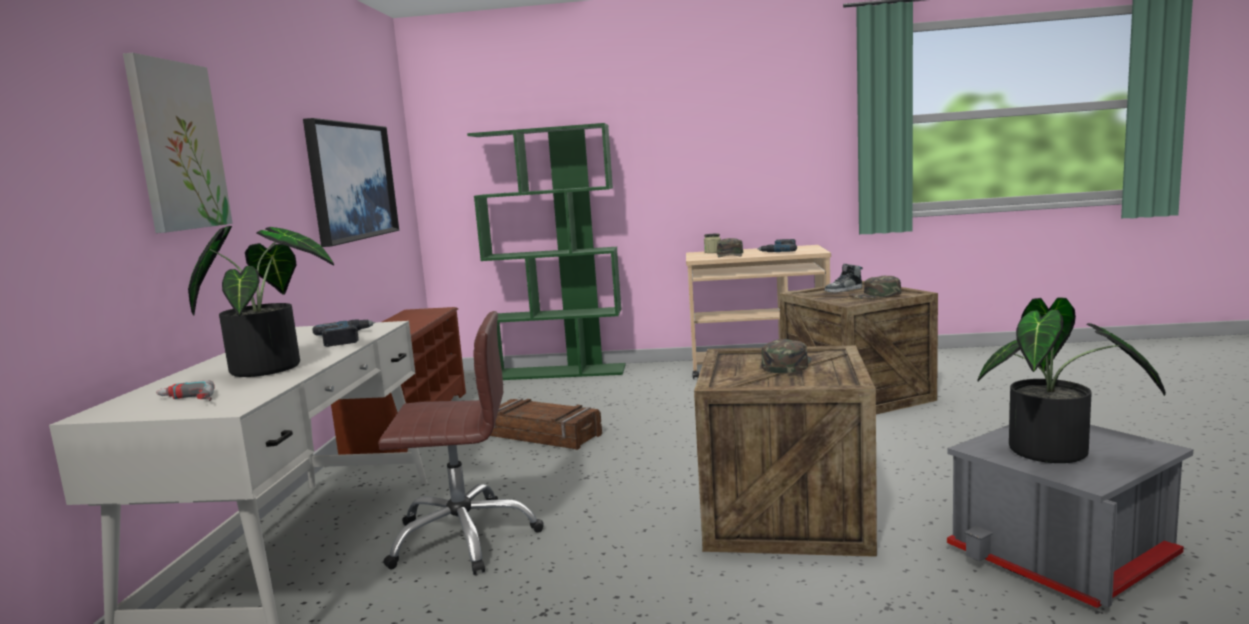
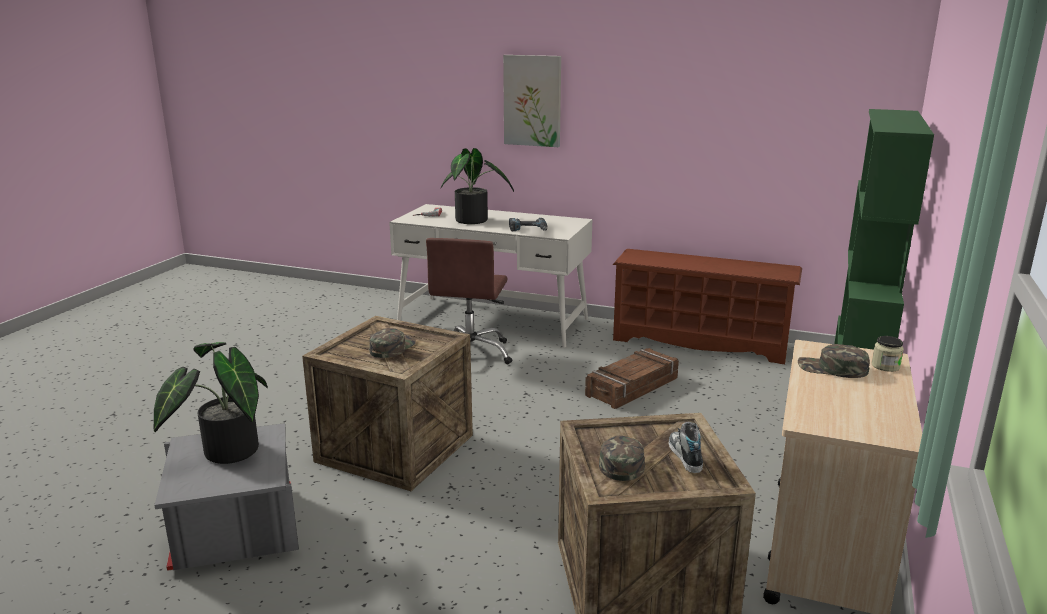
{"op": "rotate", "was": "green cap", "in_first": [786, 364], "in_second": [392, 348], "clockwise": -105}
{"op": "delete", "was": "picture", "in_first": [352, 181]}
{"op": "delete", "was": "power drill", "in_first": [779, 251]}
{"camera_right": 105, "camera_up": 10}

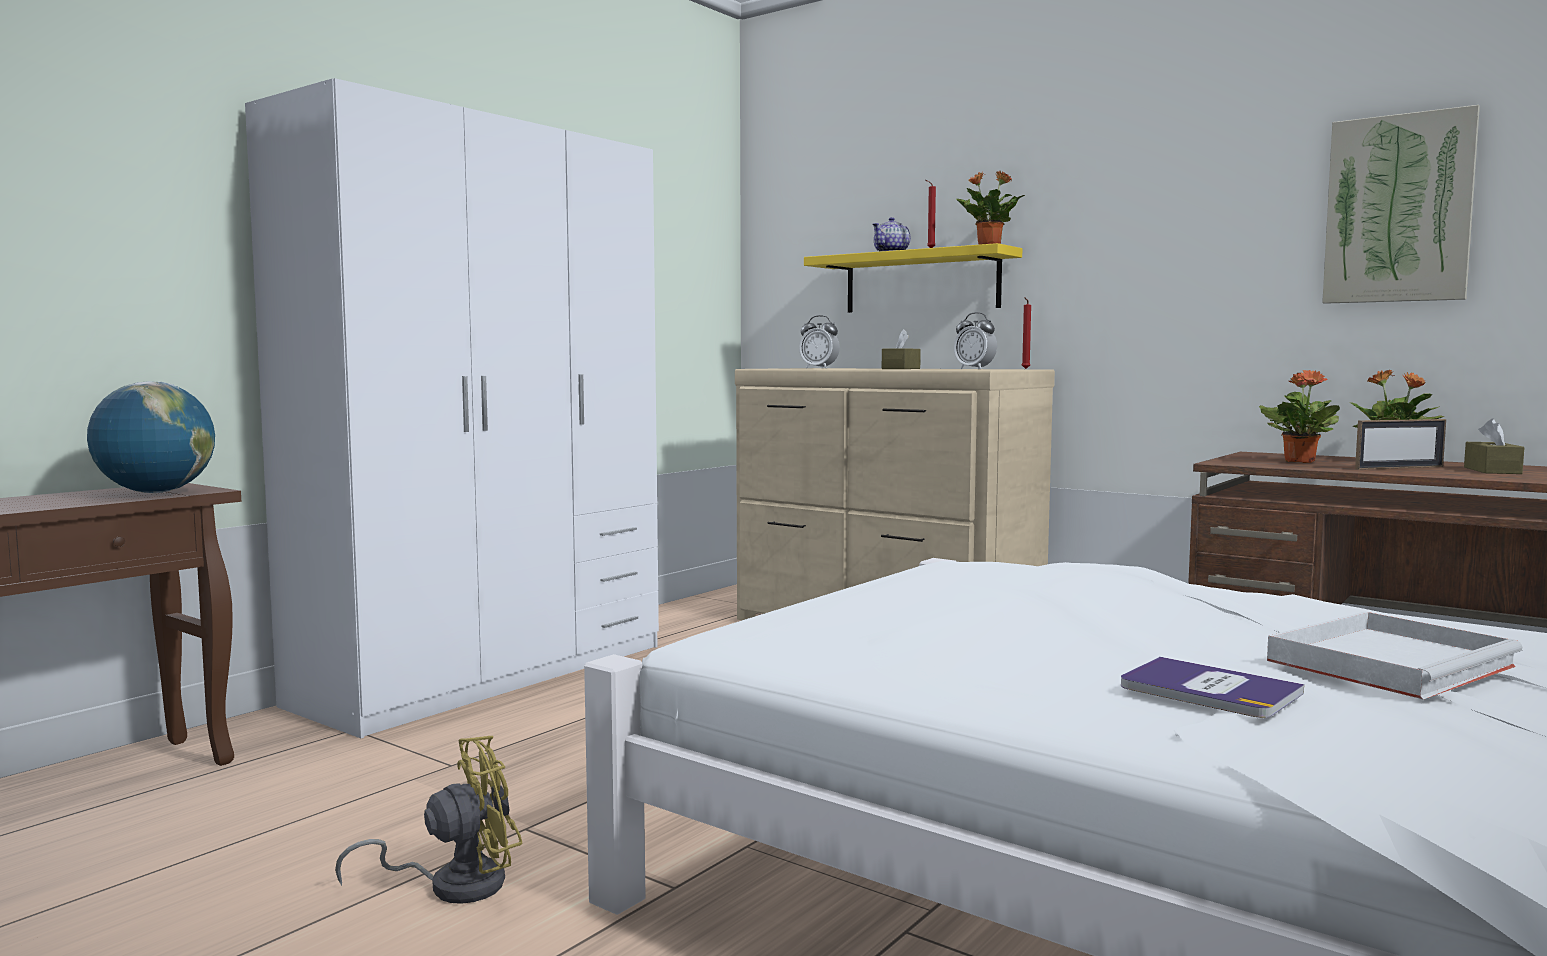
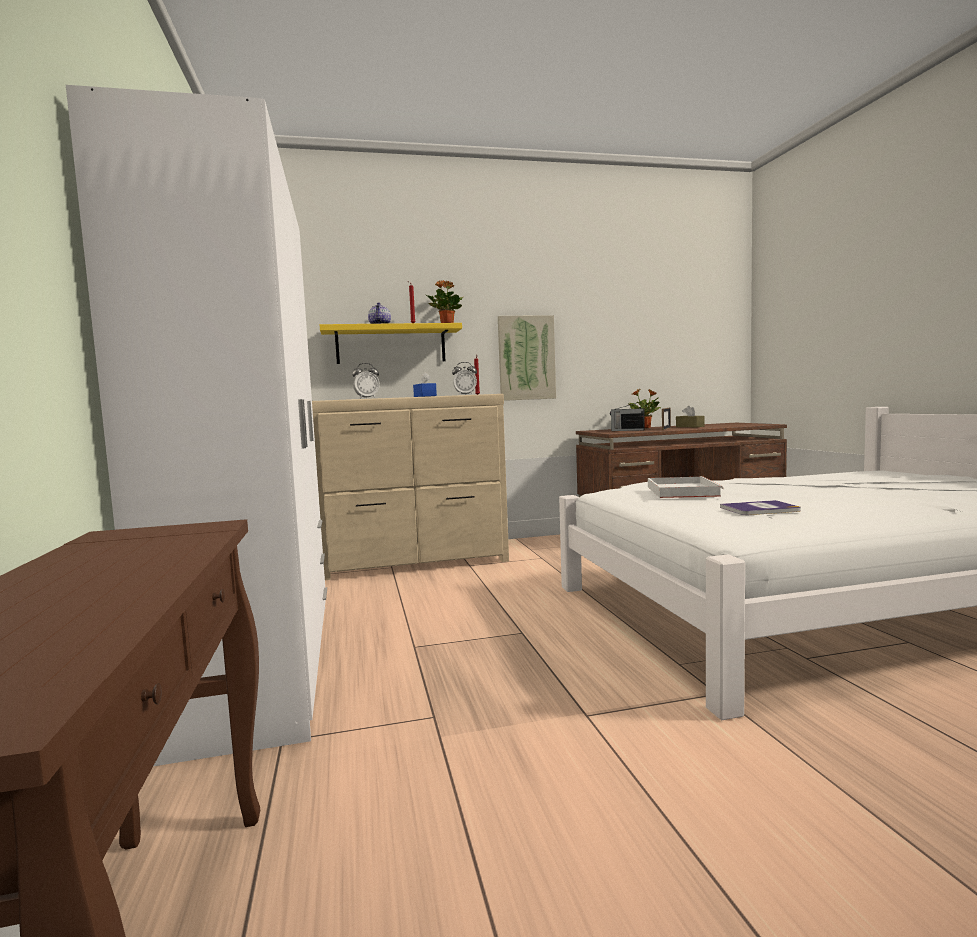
{"op": "recolor", "was": "brown tissue box", "now": "blue tissue box", "in_first": [901, 369], "in_second": [425, 396]}
{"op": "move", "was": "picture", "in_first": [1398, 209], "in_second": [526, 358]}
{"op": "replace", "was": "potted plant", "now": "radio", "in_first": [1299, 461], "in_second": [627, 430]}
{"op": "move", "was": "white tray", "in_first": [1390, 662], "in_second": [681, 491]}
{"op": "move", "was": "book", "in_first": [1208, 690], "in_second": [760, 509]}
{"op": "delete", "was": "globe", "in_first": [156, 493]}
{"op": "delete", "was": "yellow fan", "in_first": [454, 884]}
{"camera_right": -50, "camera_up": 0}

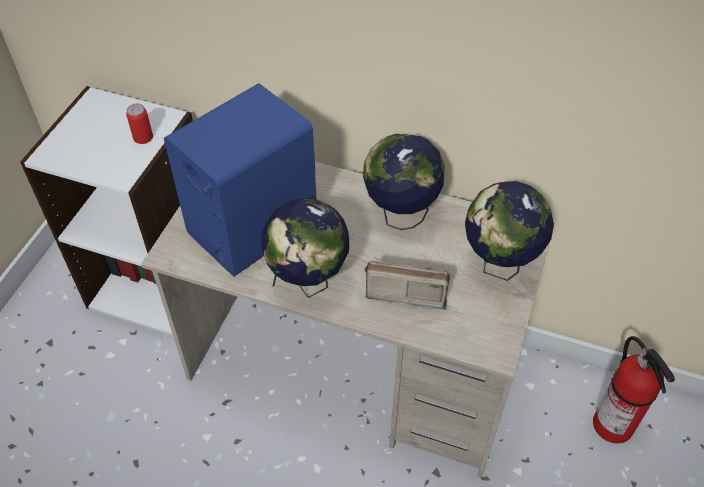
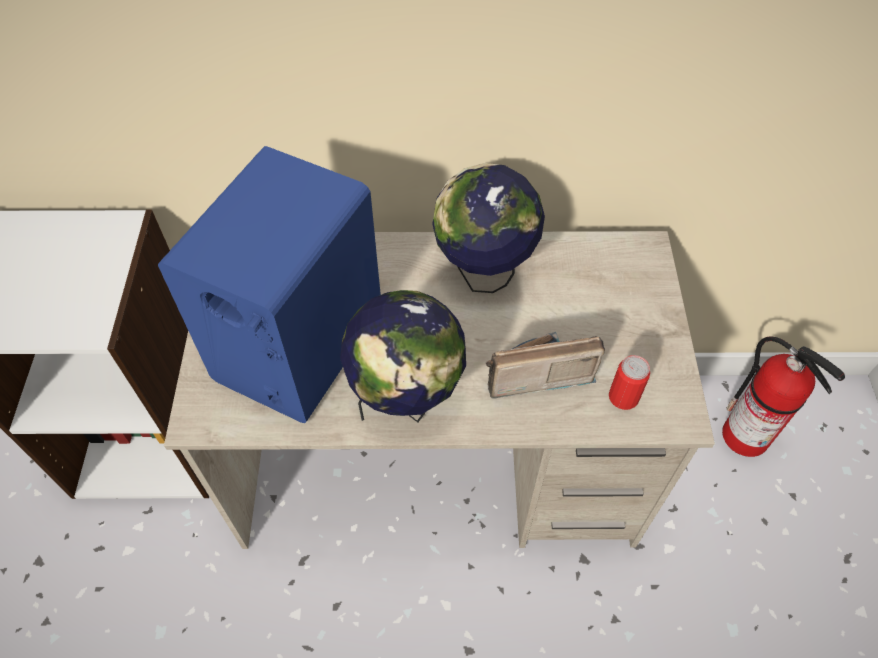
{"op": "move", "was": "can", "in_first": [143, 138], "in_second": [623, 397]}
{"op": "delete", "was": "globe", "in_first": [499, 265]}
{"camera_right": -20, "camera_up": 5}

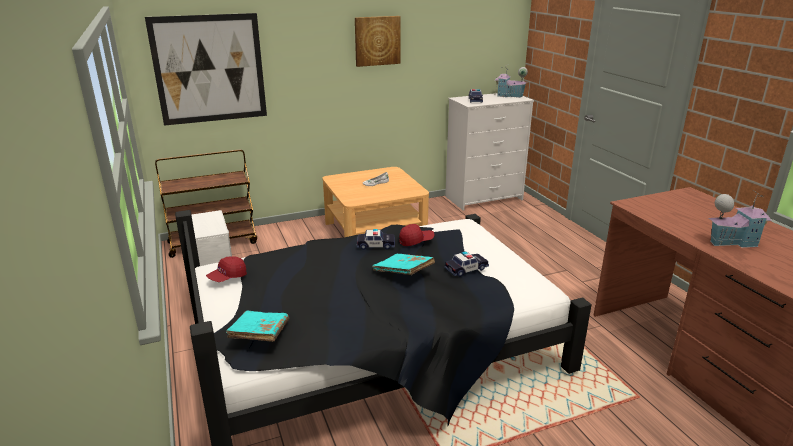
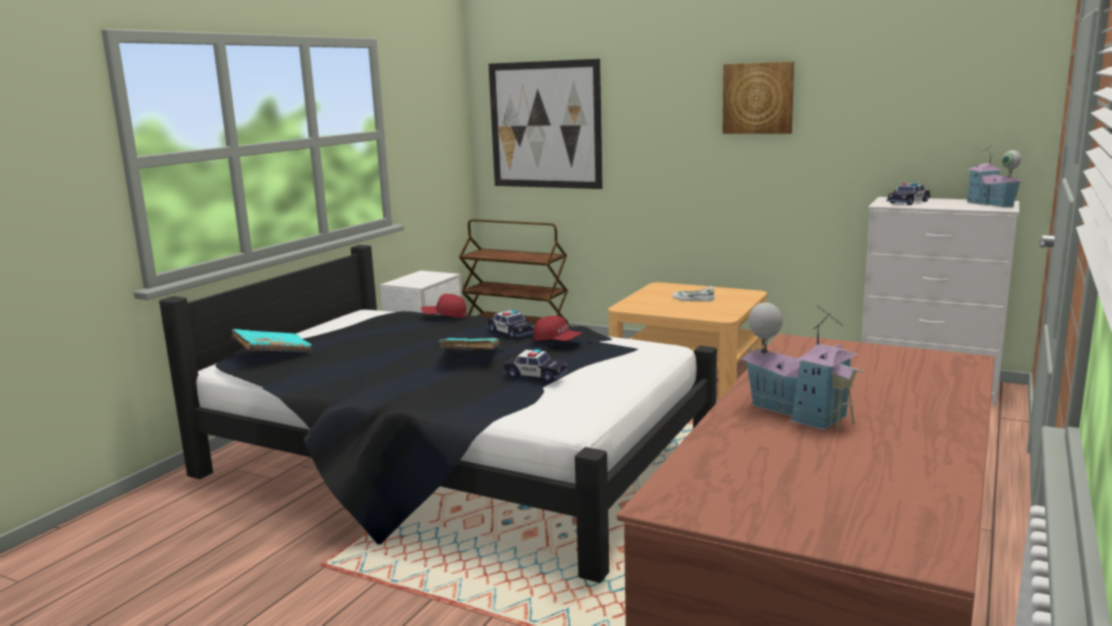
{"op": "move", "was": "red cap", "in_first": [227, 277], "in_second": [444, 316]}
{"camera_right": 50, "camera_up": -10}

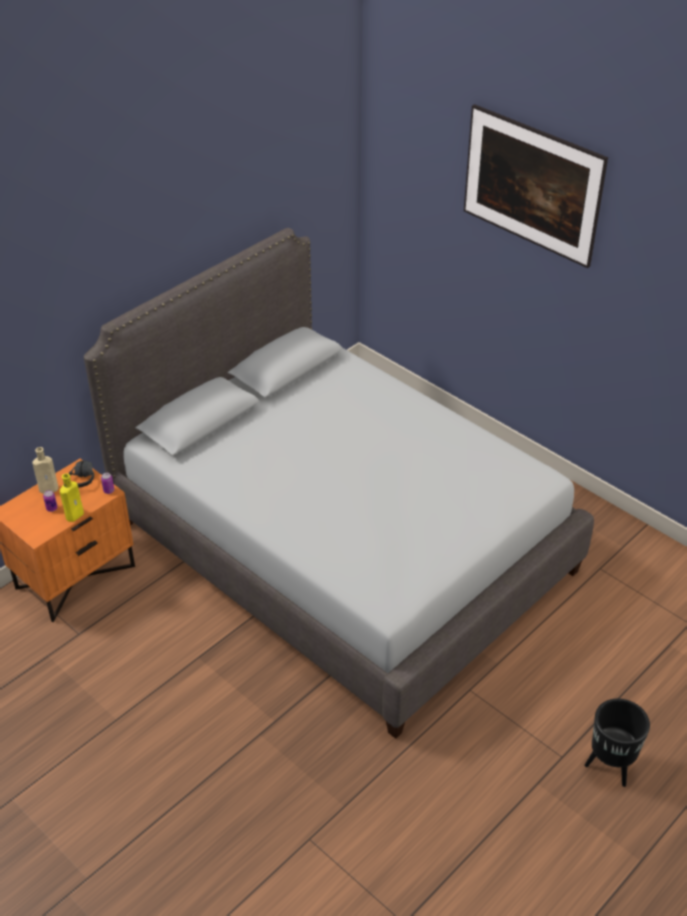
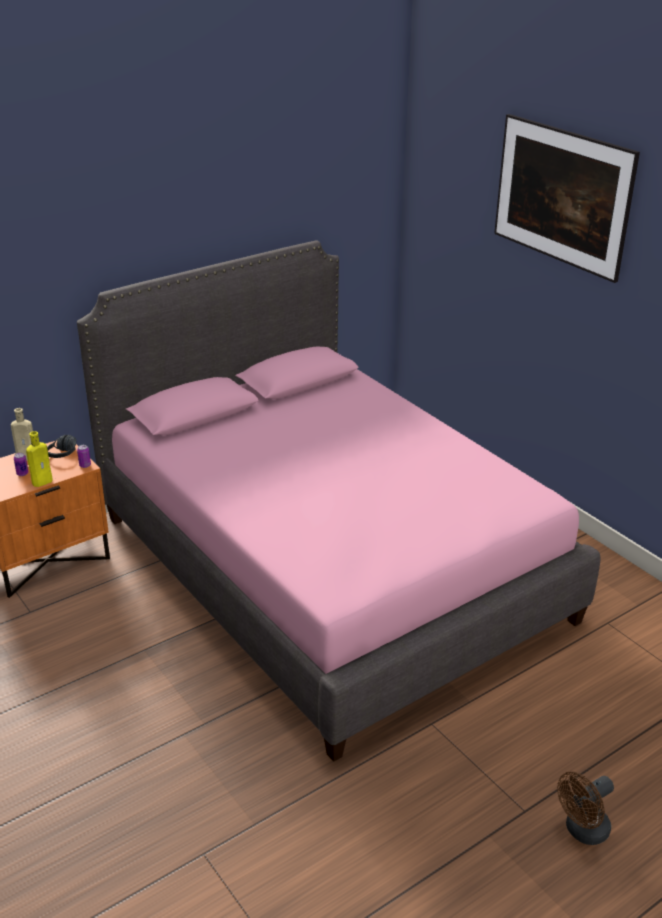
{"op": "recolor", "was": "grey bed", "now": "pink bed", "in_first": [343, 545], "in_second": [329, 566]}
{"op": "replace", "was": "black planter", "now": "brown fan", "in_first": [610, 767], "in_second": [582, 831]}
{"camera_right": 10, "camera_up": -10}

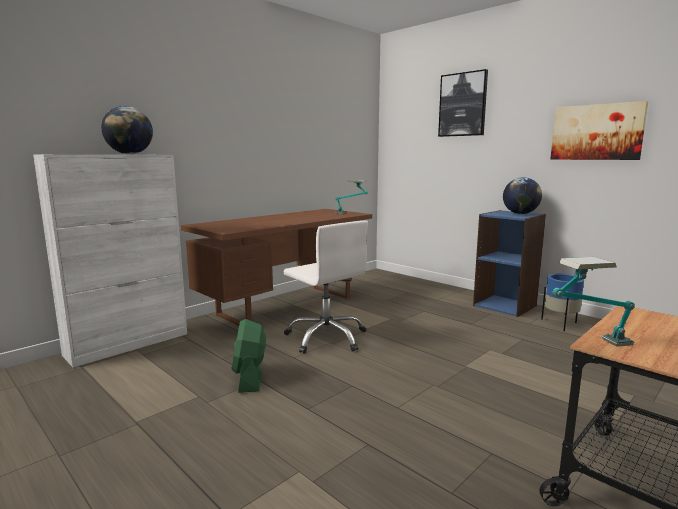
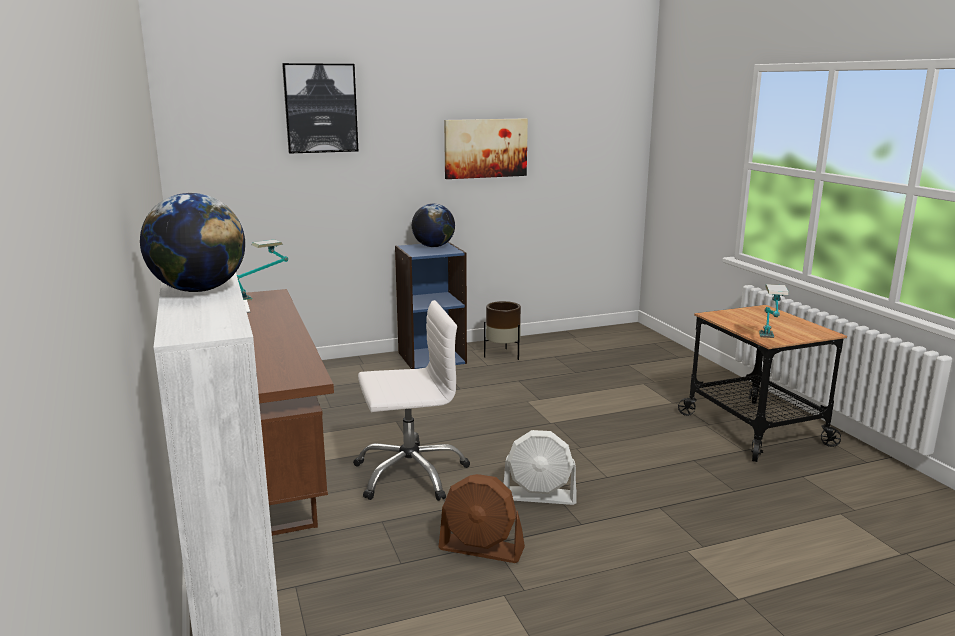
{"op": "recolor", "was": "green fan", "now": "brown fan", "in_first": [250, 378], "in_second": [481, 549]}
{"op": "recolor", "was": "blue planter", "now": "brown planter", "in_first": [560, 324], "in_second": [503, 355]}
{"op": "insert", "now": "white fan", "in_second": [540, 496]}
{"camera_right": -65, "camera_up": 5}

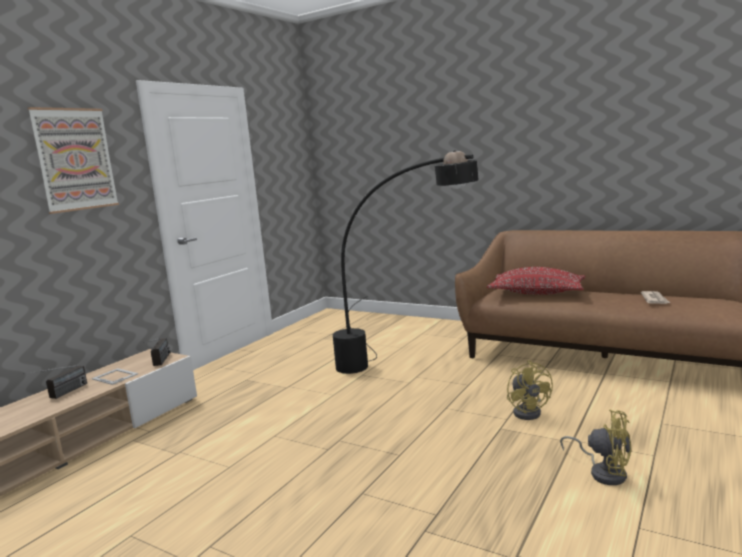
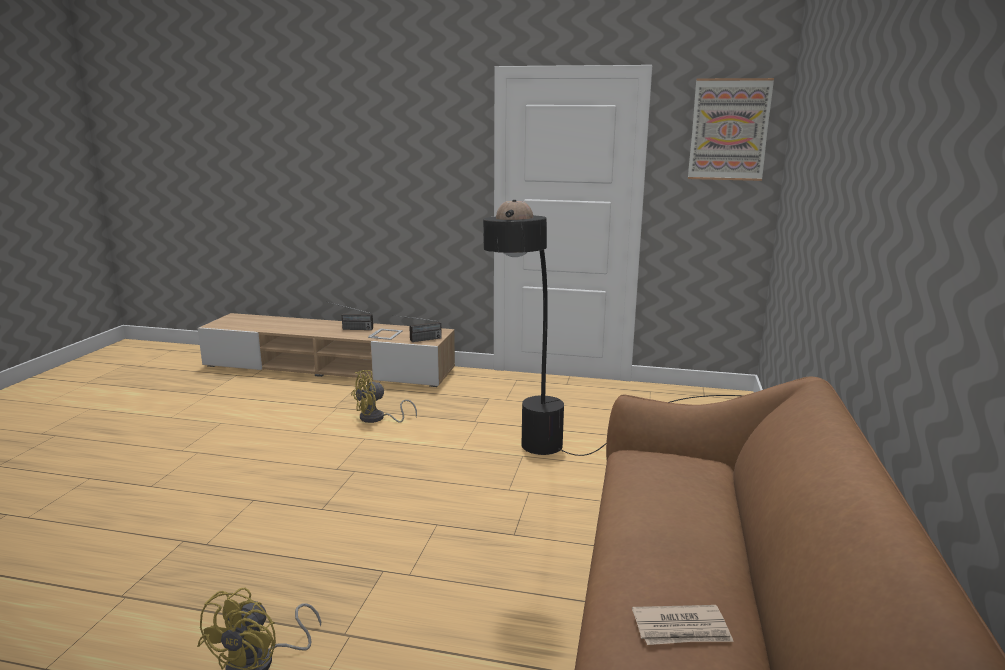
{"op": "move", "was": "yellow fan", "in_first": [529, 411], "in_second": [377, 419]}
{"op": "move", "was": "picture", "in_first": [75, 159], "in_second": [729, 130]}
{"op": "delete", "was": "red pillow", "in_first": [536, 293]}
{"camera_right": 70, "camera_up": 5}

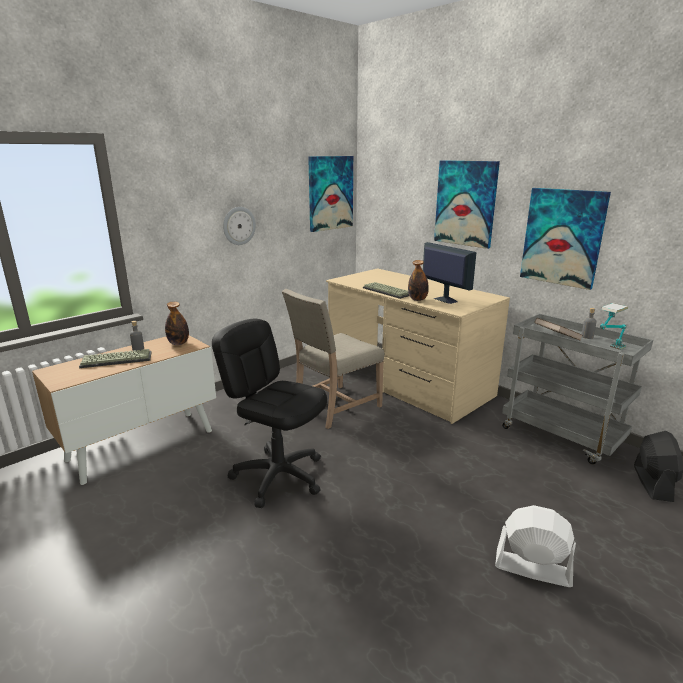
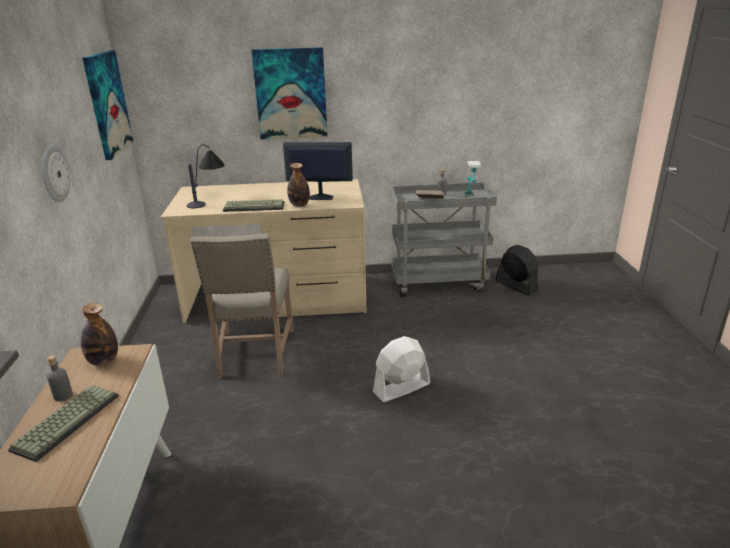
{"op": "insert", "now": "table lamp", "in_second": [208, 199]}
{"op": "move", "was": "white fan", "in_first": [532, 568], "in_second": [401, 388]}
{"op": "delete", "was": "black office chair", "in_first": [278, 476]}
{"op": "delete", "was": "picture", "in_first": [562, 237]}
{"camera_right": -50, "camera_up": 5}

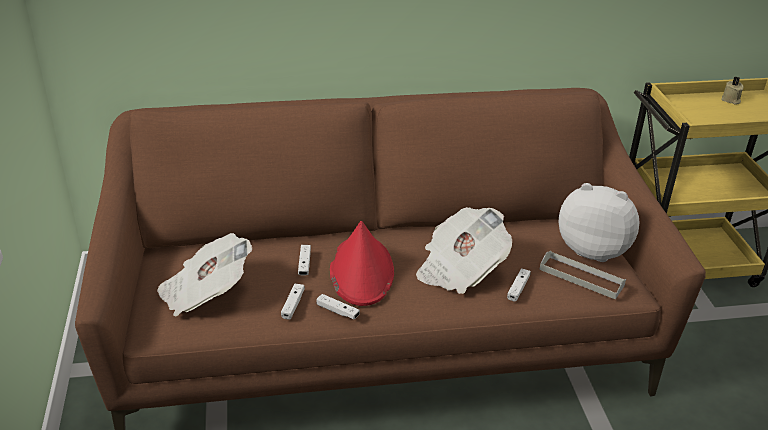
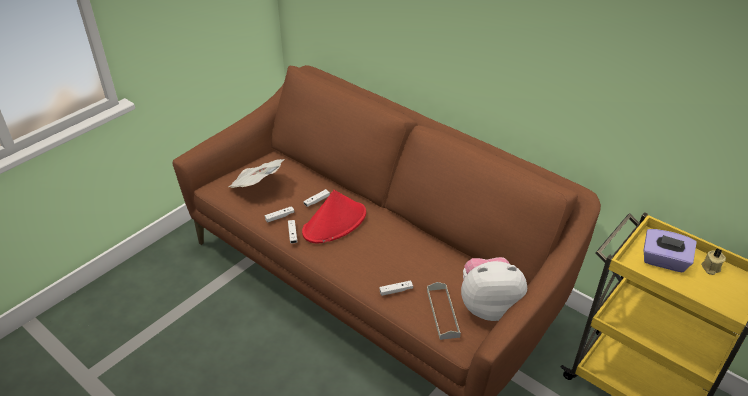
{"op": "rotate", "was": "plush toy", "in_first": [593, 249], "in_second": [488, 306], "clockwise": -75}
{"op": "insert", "now": "purple tissue box", "in_second": [664, 261]}
{"op": "delete", "was": "newspaper", "in_first": [460, 269]}
{"camera_right": 50, "camera_up": 5}

